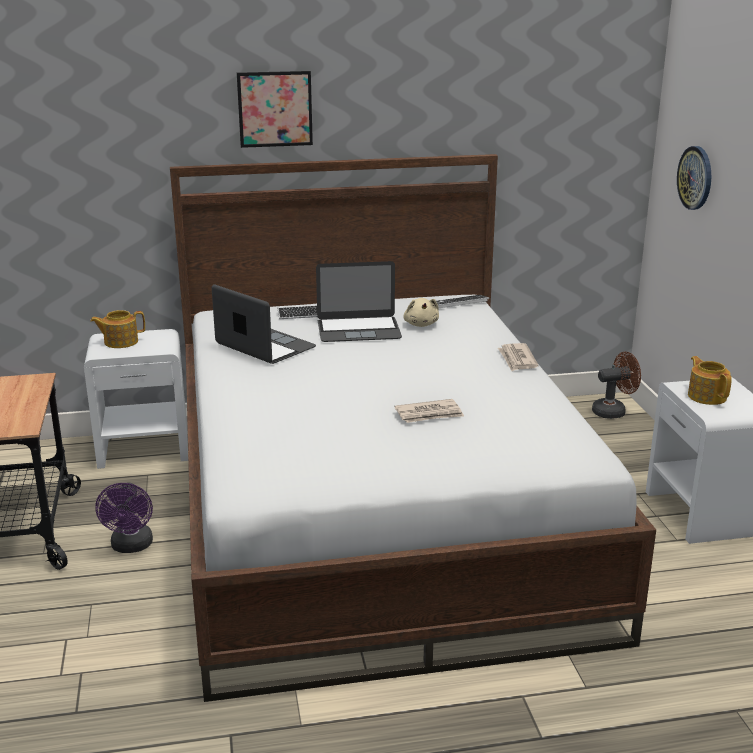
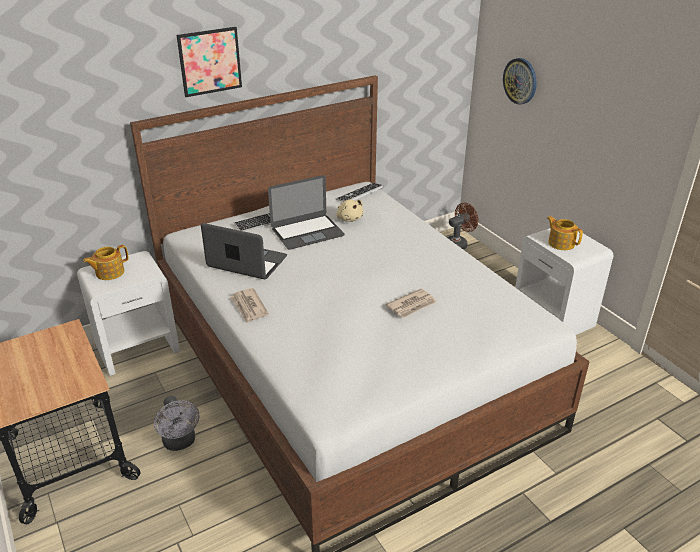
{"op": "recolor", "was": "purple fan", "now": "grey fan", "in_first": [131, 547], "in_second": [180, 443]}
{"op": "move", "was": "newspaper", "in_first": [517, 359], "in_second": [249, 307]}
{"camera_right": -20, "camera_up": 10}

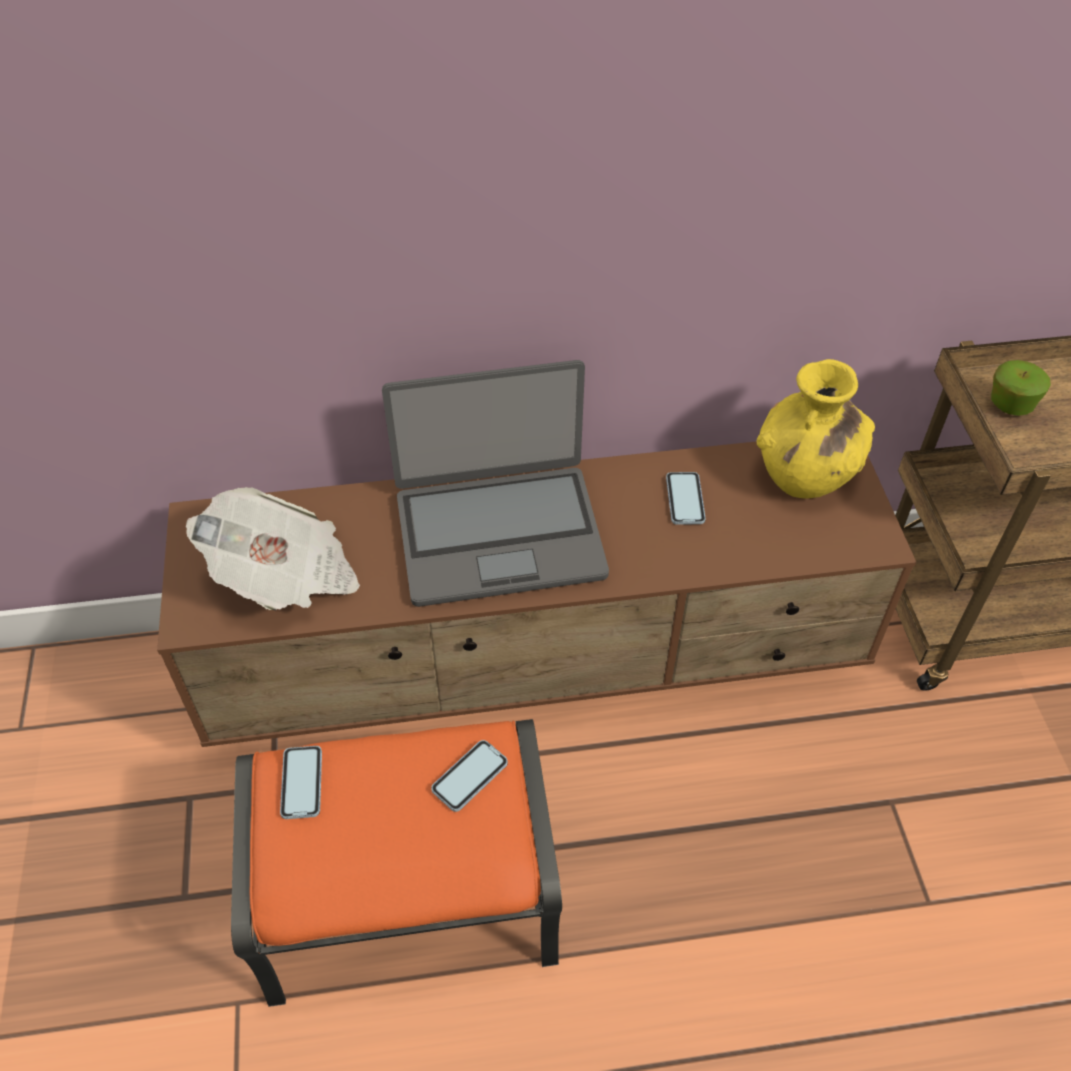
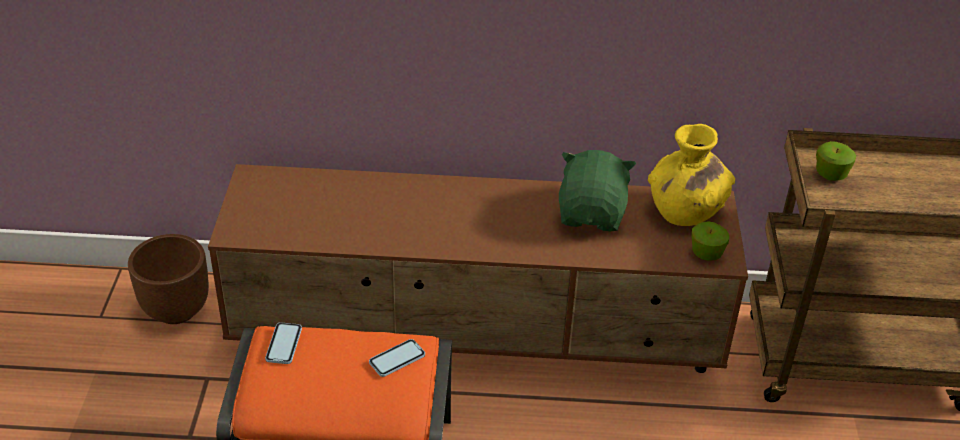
{"op": "insert", "now": "brown planter", "in_second": [177, 310]}
{"op": "replace", "was": "phone", "now": "green plush toy", "in_first": [685, 499], "in_second": [592, 214]}
{"op": "insert", "now": "apple", "in_second": [706, 253]}
{"op": "delete", "was": "newspaper", "in_first": [285, 576]}
{"op": "delete", "was": "laptop", "in_first": [499, 534]}
{"camera_right": 10, "camera_up": -10}

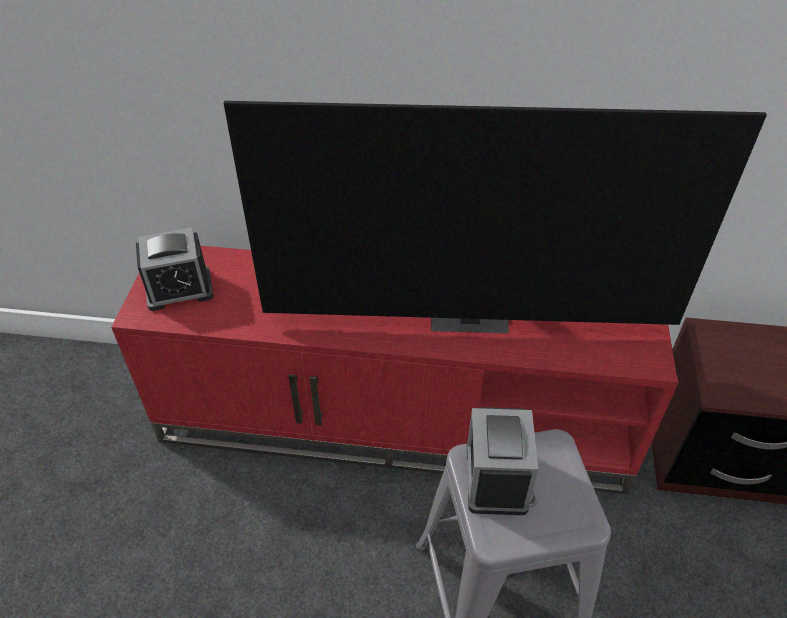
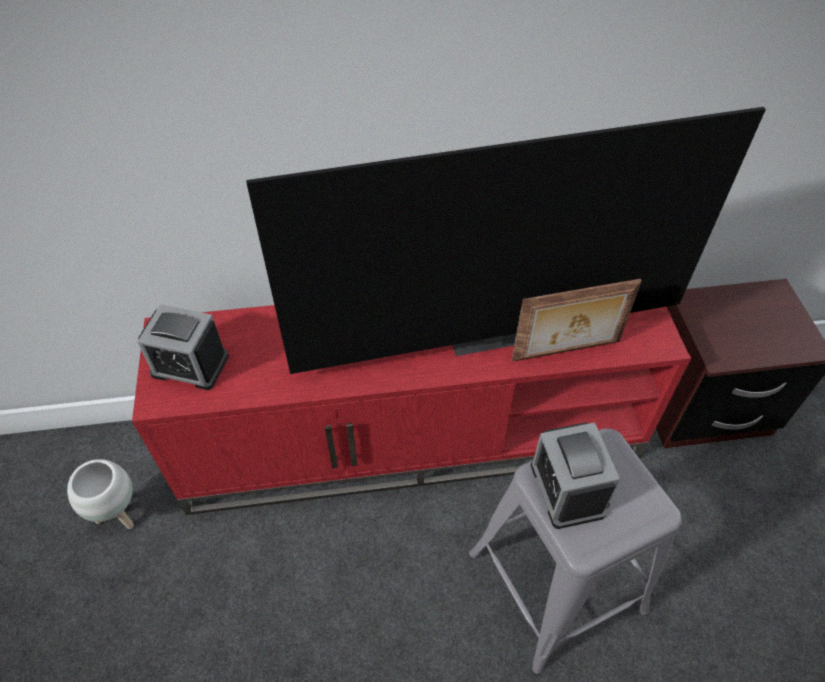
{"op": "insert", "now": "white planter", "in_second": [118, 515]}
{"op": "rotate", "was": "alarm clock", "in_first": [179, 289], "in_second": [190, 365], "clockwise": 45}
{"op": "insert", "now": "picture frame", "in_second": [566, 352]}
{"camera_right": -15, "camera_up": 5}

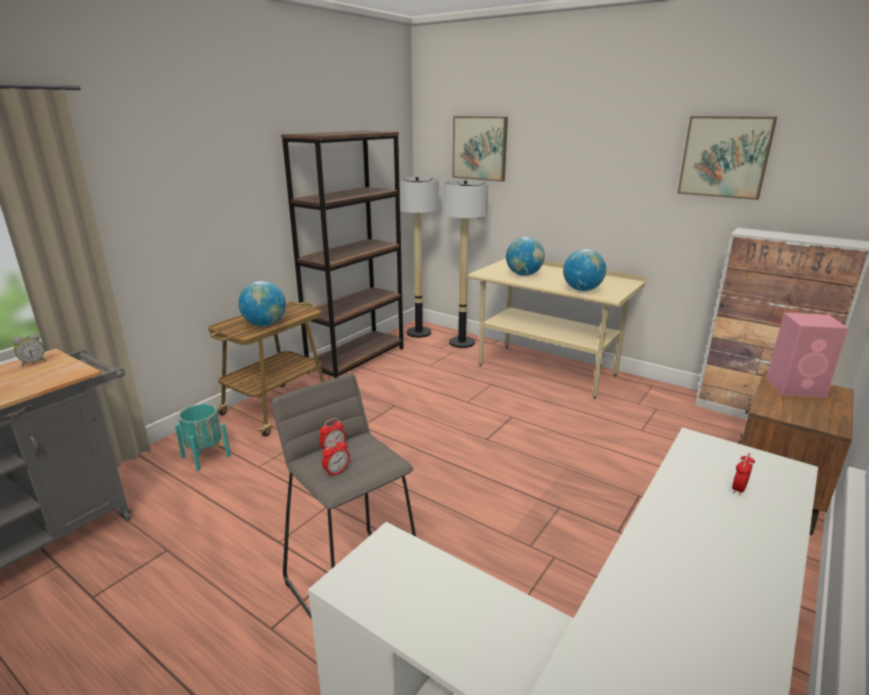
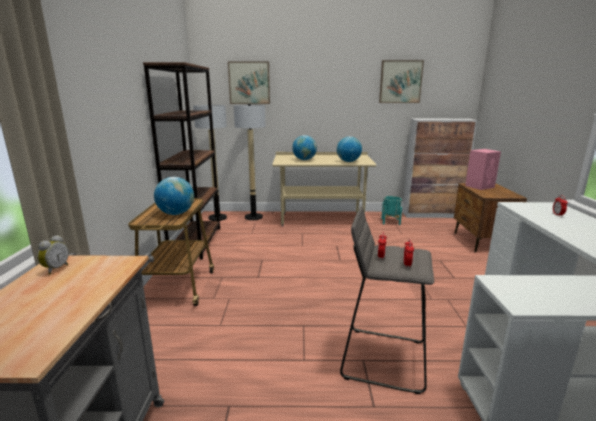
{"op": "move", "was": "turquoise planter", "in_first": [205, 456], "in_second": [390, 221]}
{"camera_right": -35, "camera_up": -5}

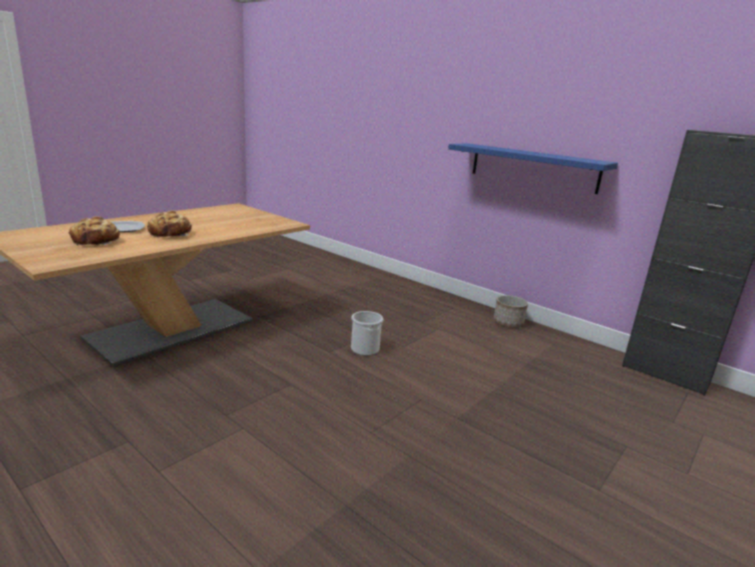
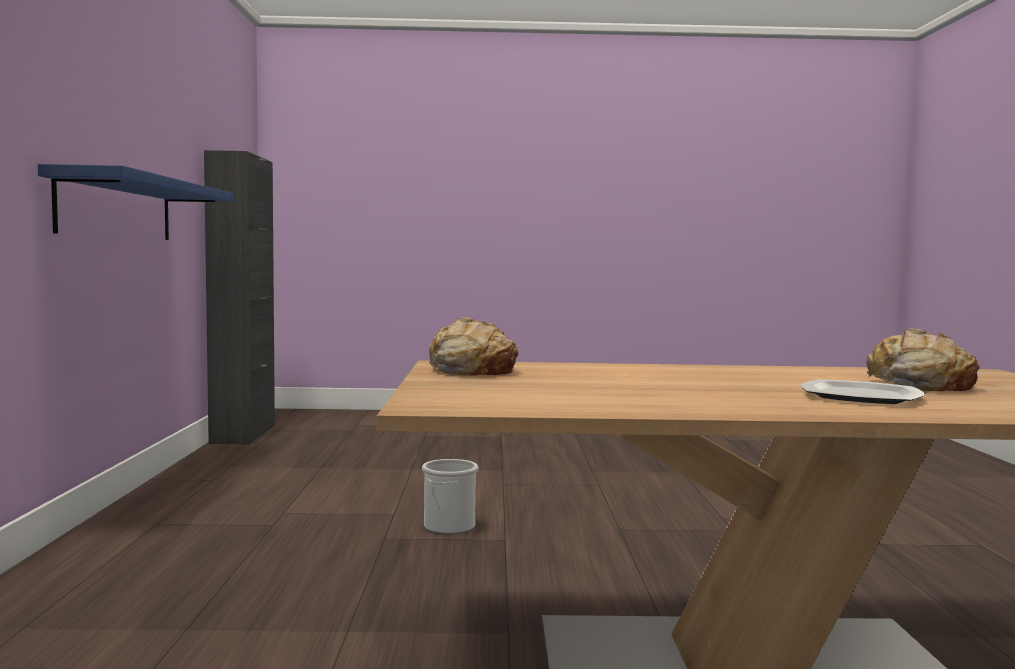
{"op": "move", "was": "bread", "in_first": [170, 233], "in_second": [470, 370]}
{"op": "delete", "was": "planter", "in_first": [508, 323]}
{"camera_right": -130, "camera_up": -15}

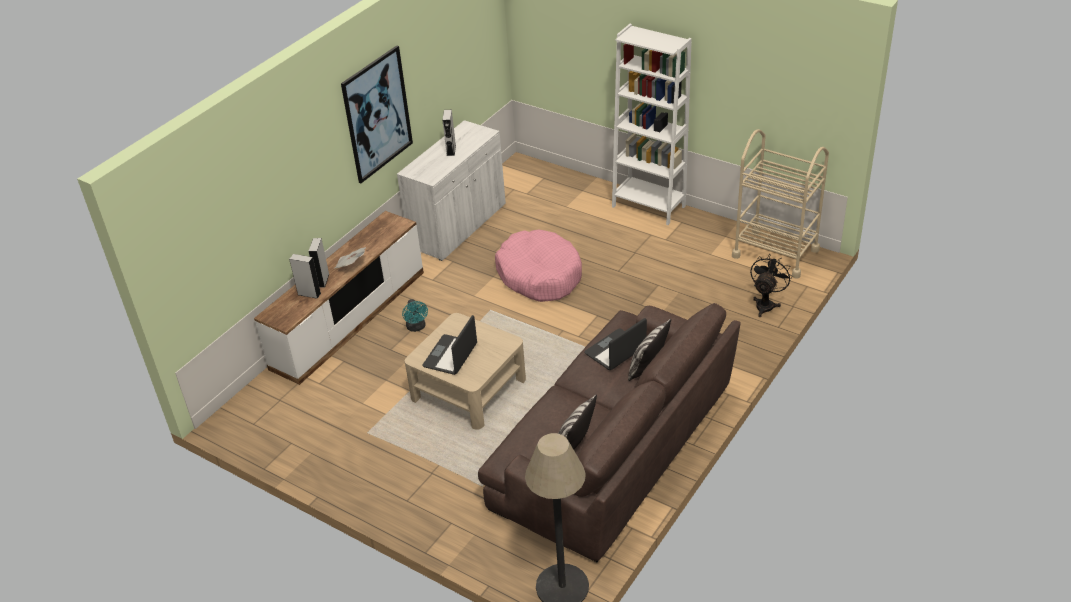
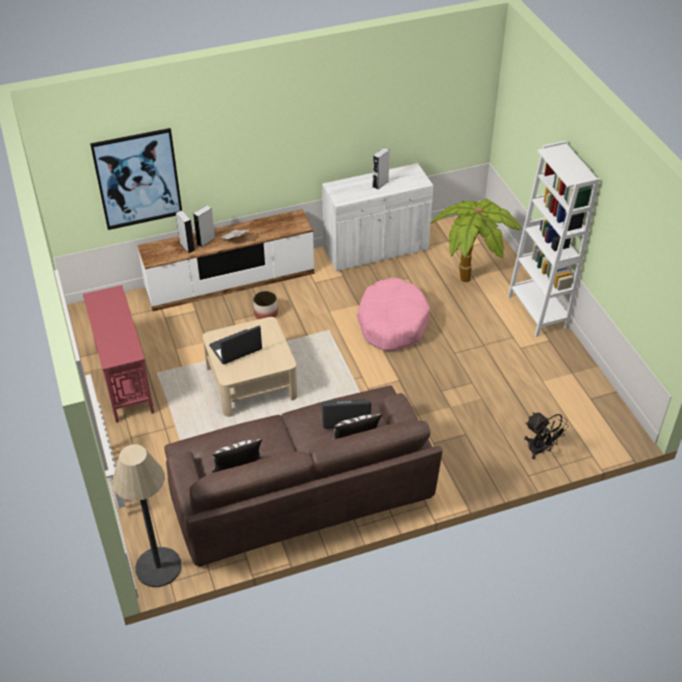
{"op": "insert", "now": "red console table", "in_second": [124, 379]}
{"op": "move", "was": "picture", "in_first": [377, 114], "in_second": [138, 179]}
{"op": "replace", "was": "turquoise fan", "now": "planter", "in_first": [417, 327], "in_second": [266, 314]}
{"op": "insert", "now": "potted plant", "in_second": [470, 280]}
{"op": "rotate", "was": "black fan", "in_first": [766, 304], "in_second": [540, 450], "clockwise": 75}
{"op": "delete", "was": "beige cart", "in_first": [775, 253]}
{"camera_right": 35, "camera_up": 5}

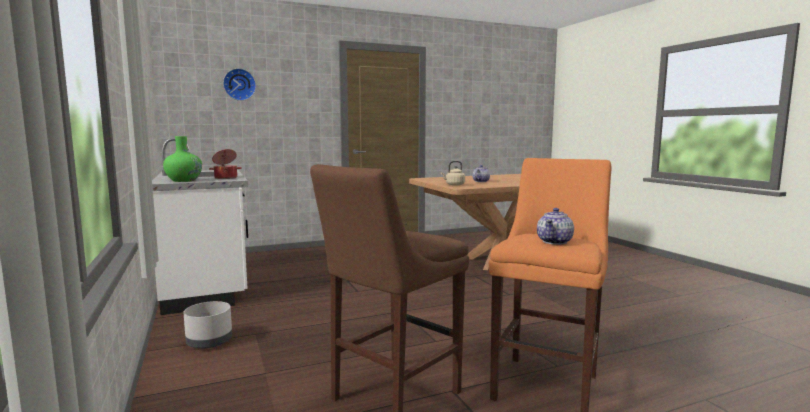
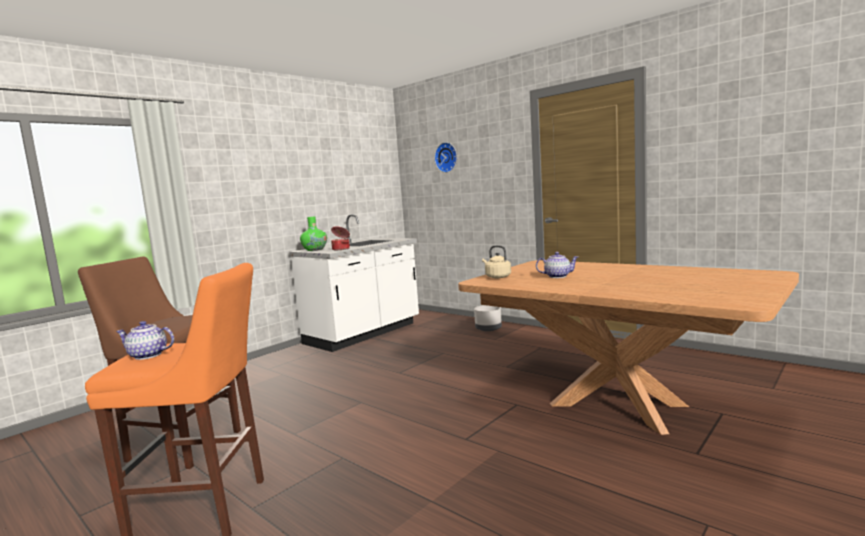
{"op": "move", "was": "grey planter", "in_first": [210, 342], "in_second": [488, 328]}
{"camera_right": 65, "camera_up": 0}

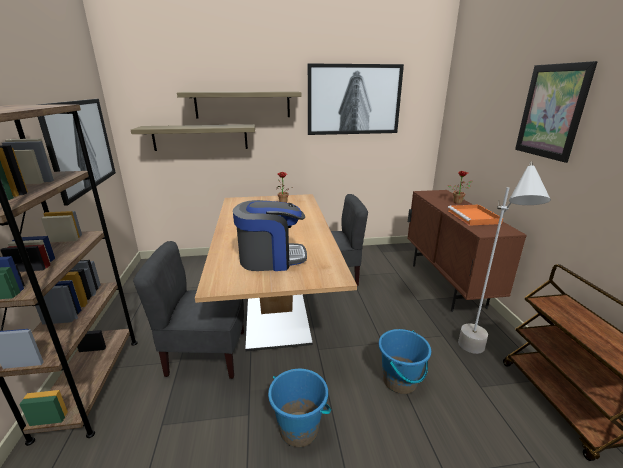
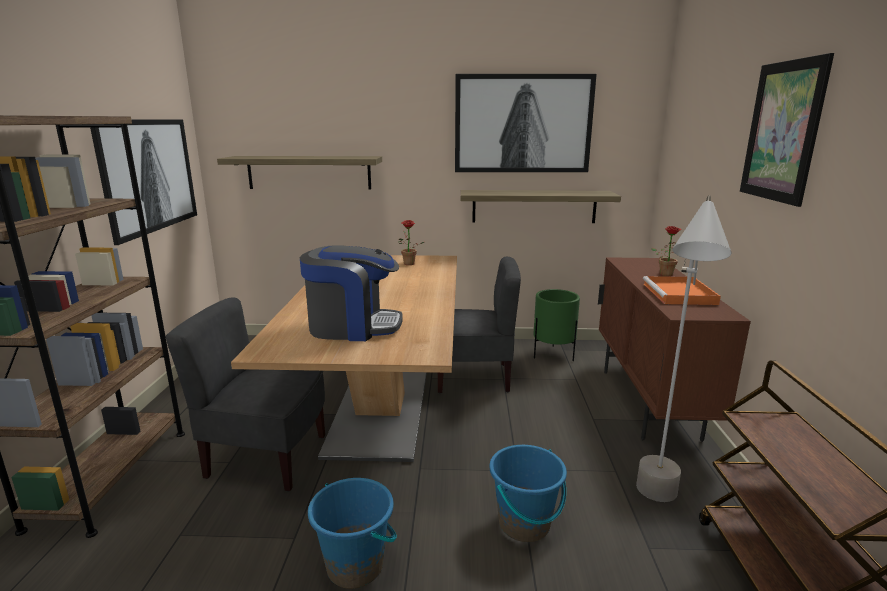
{"op": "move", "was": "shelf", "in_first": [242, 104], "in_second": [534, 206]}
{"op": "insert", "now": "green planter", "in_second": [553, 355]}
{"camera_right": 10, "camera_up": -5}

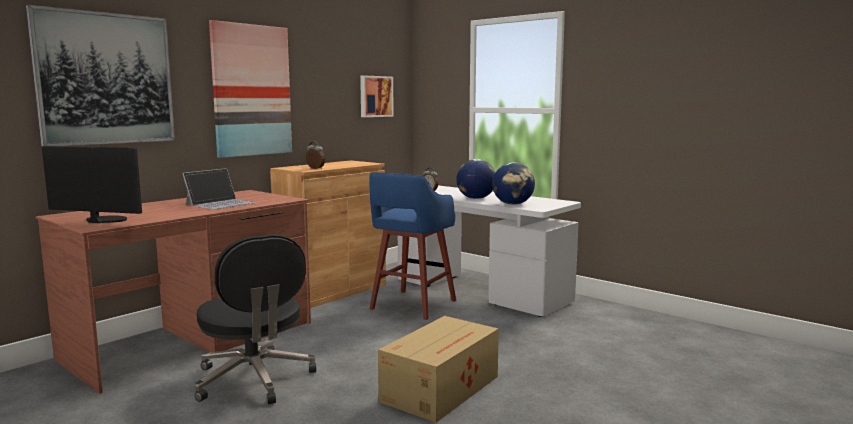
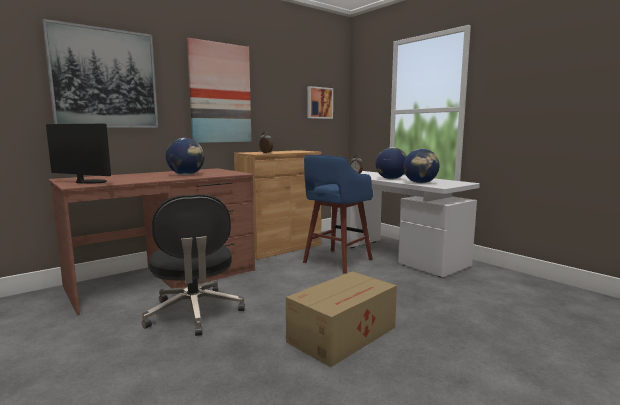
{"op": "replace", "was": "laptop", "now": "globe", "in_first": [221, 203], "in_second": [186, 175]}
{"camera_right": 10, "camera_up": 0}

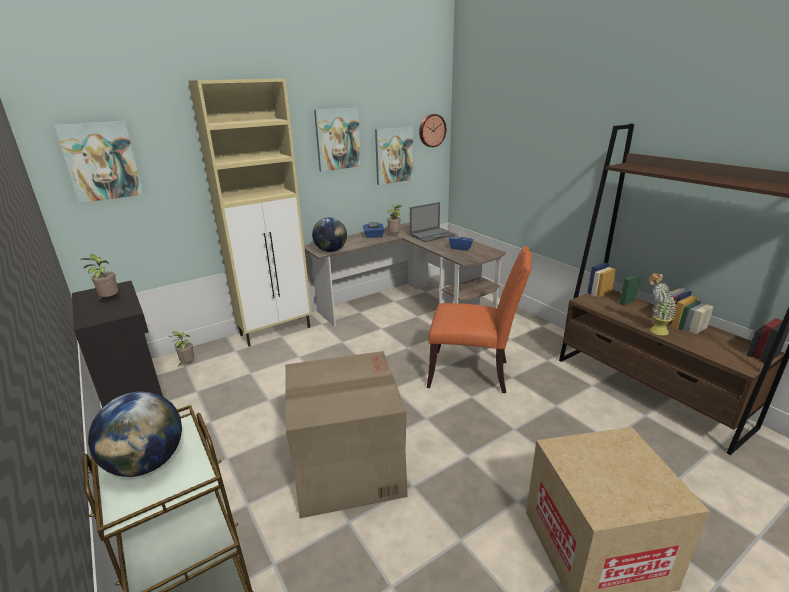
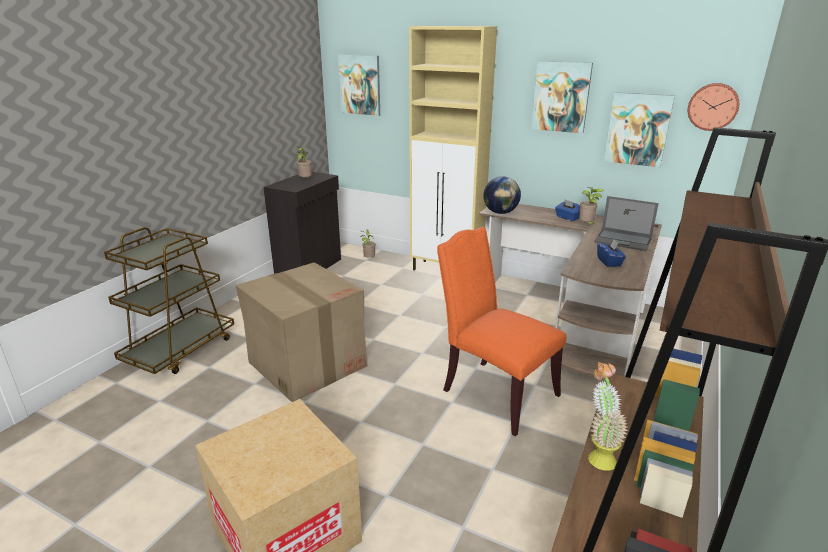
{"op": "rotate", "was": "orange chair", "in_first": [472, 373], "in_second": [494, 392], "clockwise": 150}
{"op": "delete", "was": "globe", "in_first": [147, 463]}
{"camera_right": 60, "camera_up": 0}

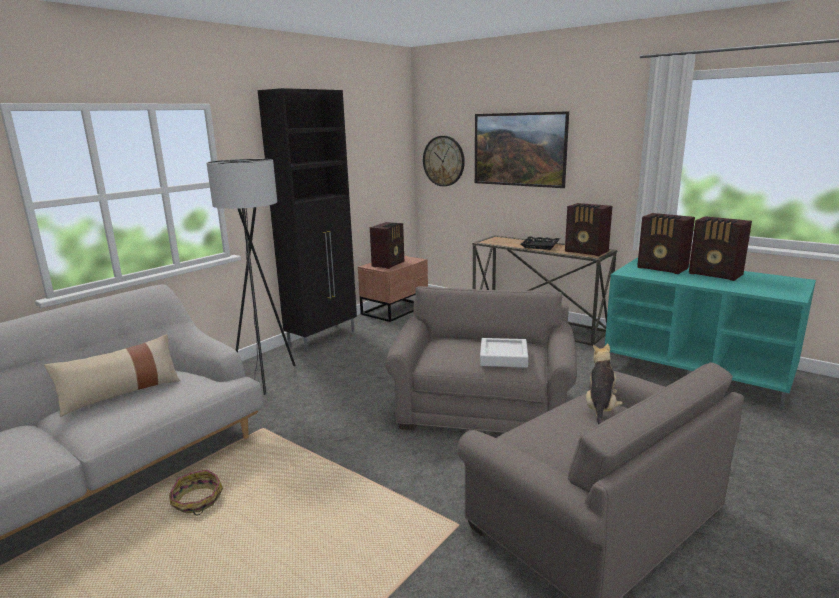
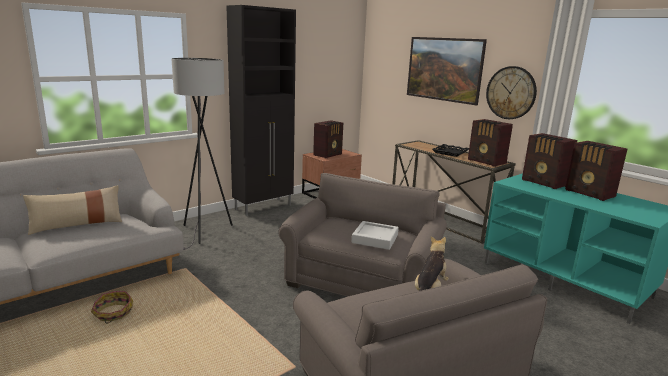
{"op": "move", "was": "wall clock", "in_first": [444, 161], "in_second": [511, 93]}
{"camera_right": 10, "camera_up": 0}

